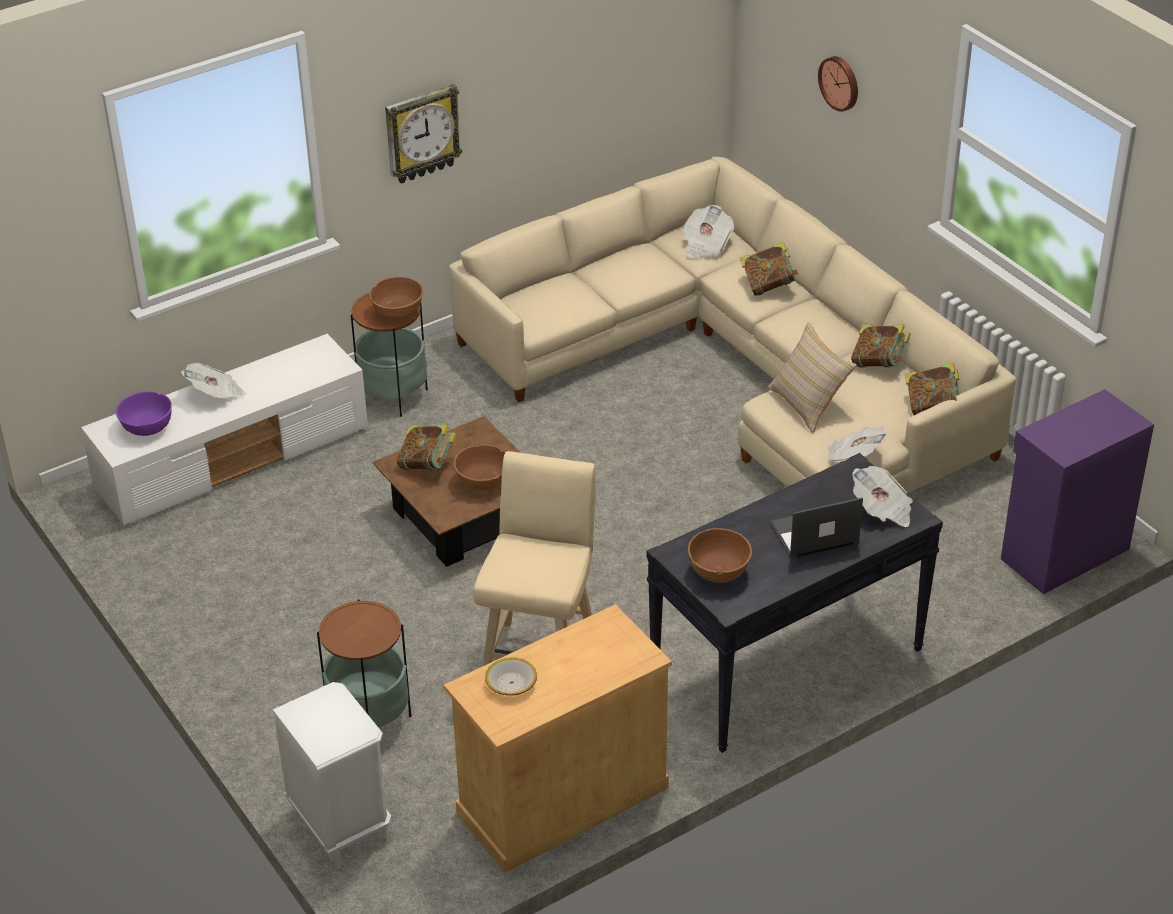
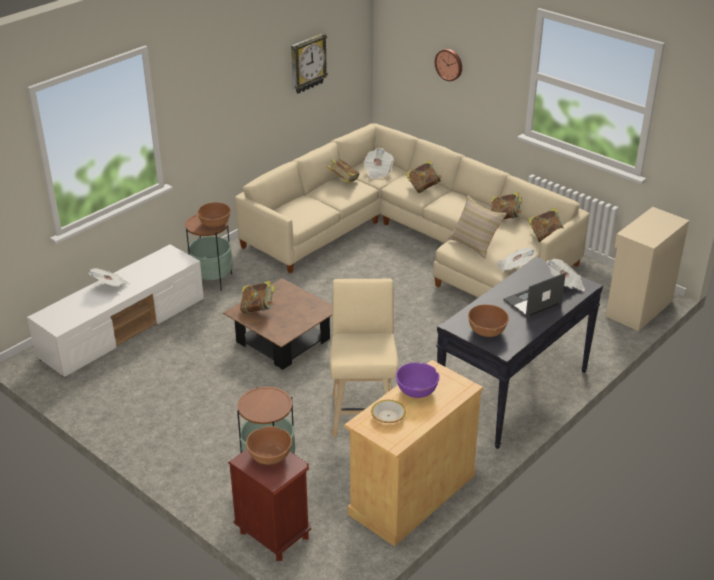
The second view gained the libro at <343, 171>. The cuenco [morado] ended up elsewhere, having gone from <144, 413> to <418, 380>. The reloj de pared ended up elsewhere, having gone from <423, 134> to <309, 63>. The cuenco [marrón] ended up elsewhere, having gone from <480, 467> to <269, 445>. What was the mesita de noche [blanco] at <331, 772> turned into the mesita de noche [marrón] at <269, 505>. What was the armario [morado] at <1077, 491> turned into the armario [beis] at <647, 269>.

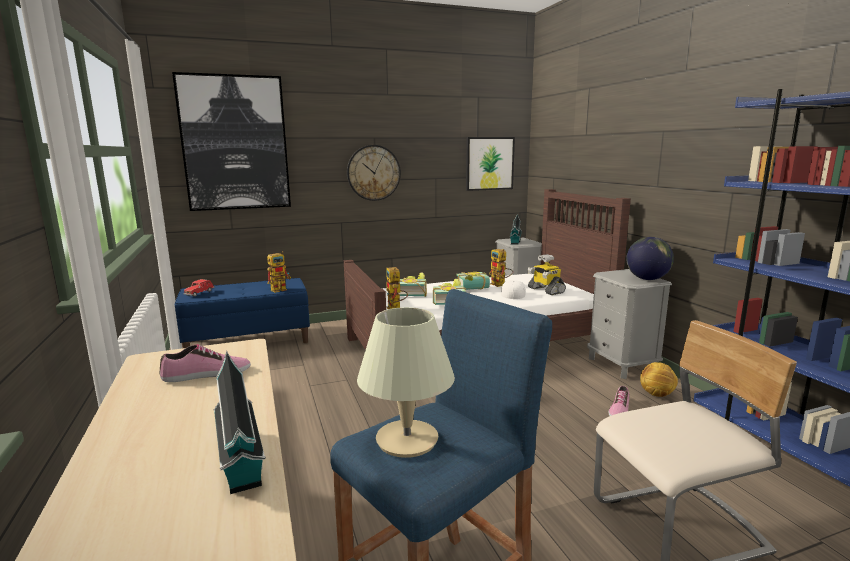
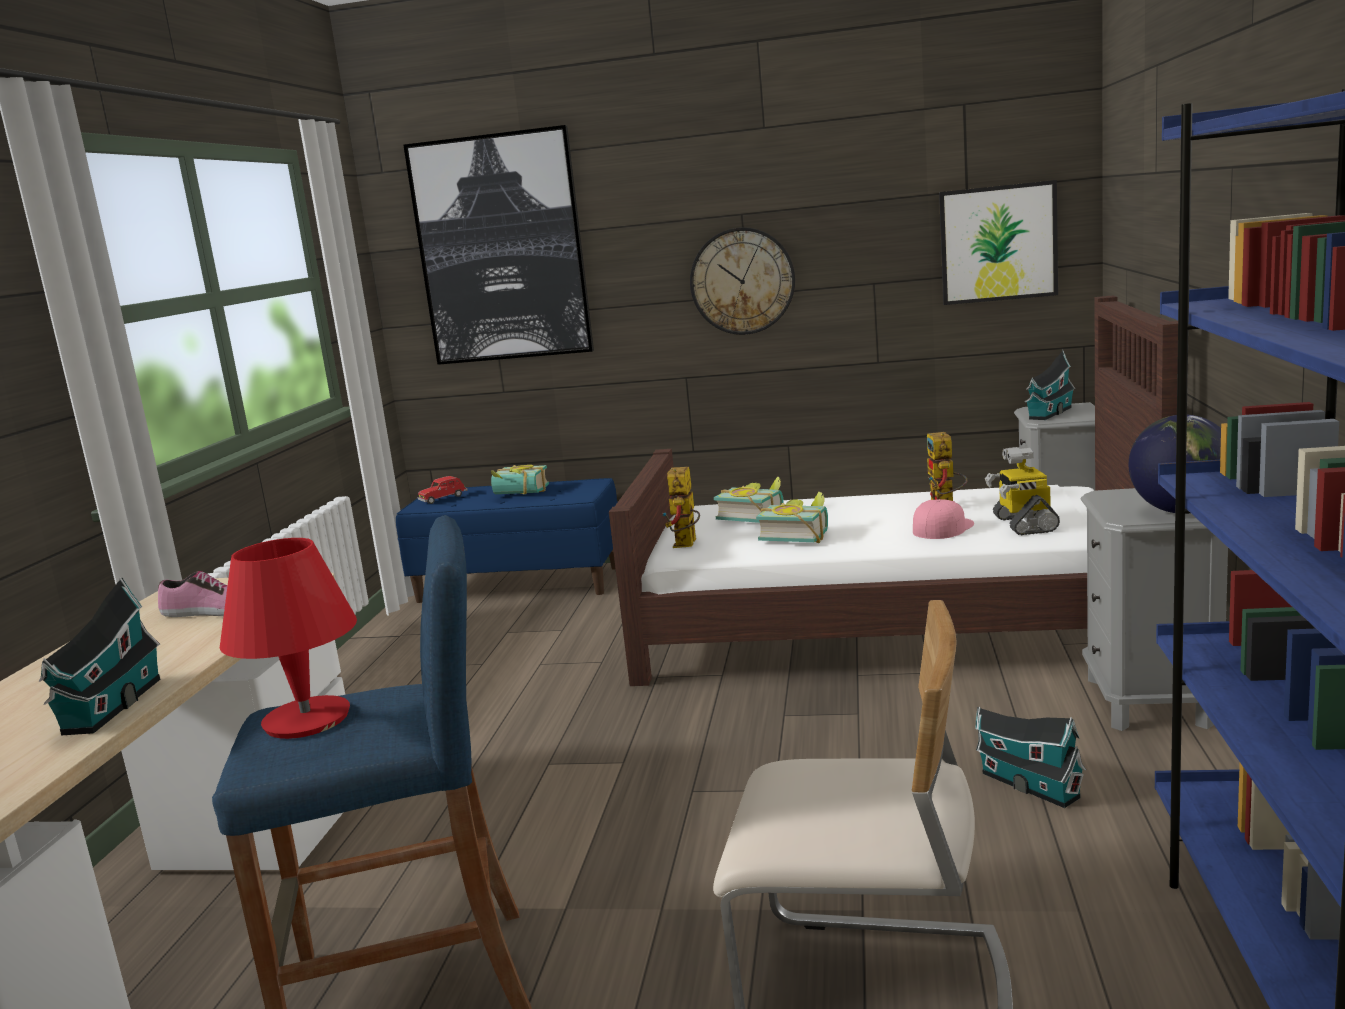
The second view lost the robot de juguete at <279, 272>. The second view lost the balón de fútbol at <659, 379>. The libro ended up elsewhere, having gone from <473, 281> to <520, 480>. Where the zapato stood at <618, 400>, the casita came to stand at <1031, 757>. What was the lámpara de mesa [beis] at <406, 382> turned into the lámpara de mesa [rojo] at <288, 638>. What was the gorra [blanco] at <513, 289> turned into the gorra [rosa] at <943, 519>.

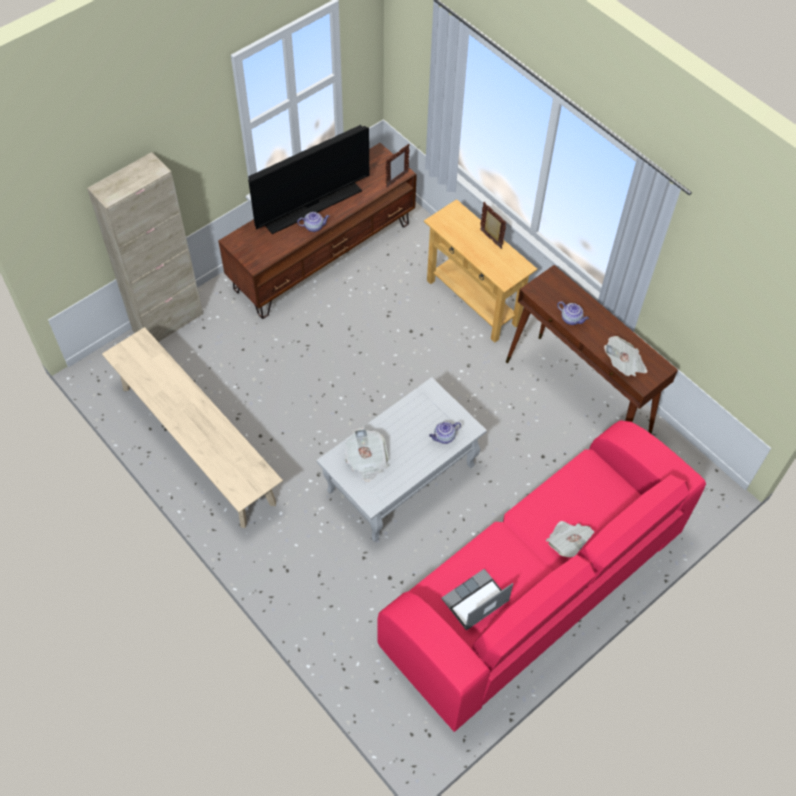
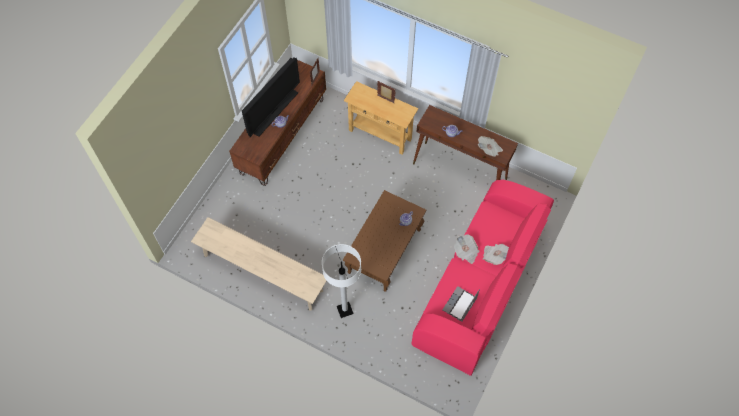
The second view lost the armario [beis] at <145, 247>. The second view gained the lámpara de pie [blanco] at <341, 281>. The periódico ended up elsewhere, having gone from <367, 455> to <466, 249>. What was the mesa de centro [blanco] at <402, 459> turned into the mesa de centro [marrón] at <384, 241>.

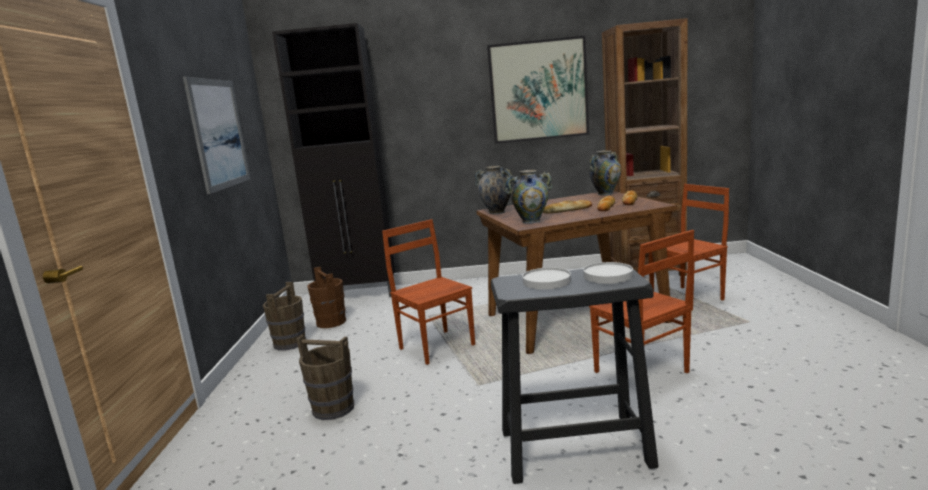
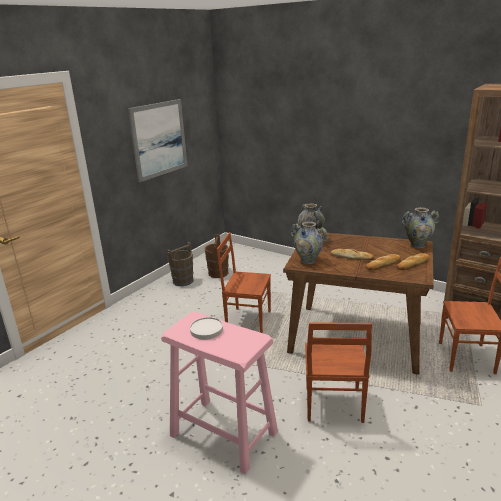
The second view lost the armario [negro] at <333, 160>. The second view lost the cubo [marrón] at <325, 377>. The second view lost the cuadro at <538, 90>. The second view lost the plato [blanco] at <608, 273>. What was the taburete [negro] at <575, 376> turned into the taburete [rosa] at <219, 393>. The silla [marrón] at <428, 292> ended up facing another way, 75 degrees counterclockwise from before.

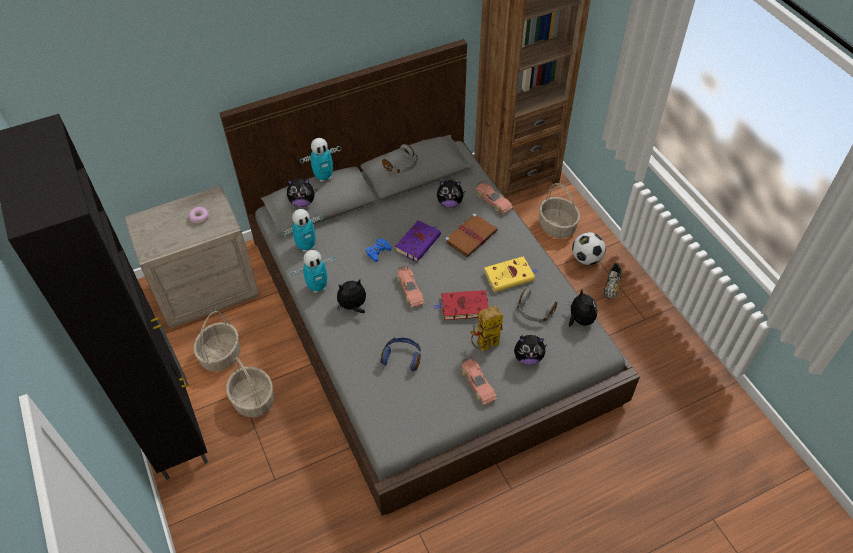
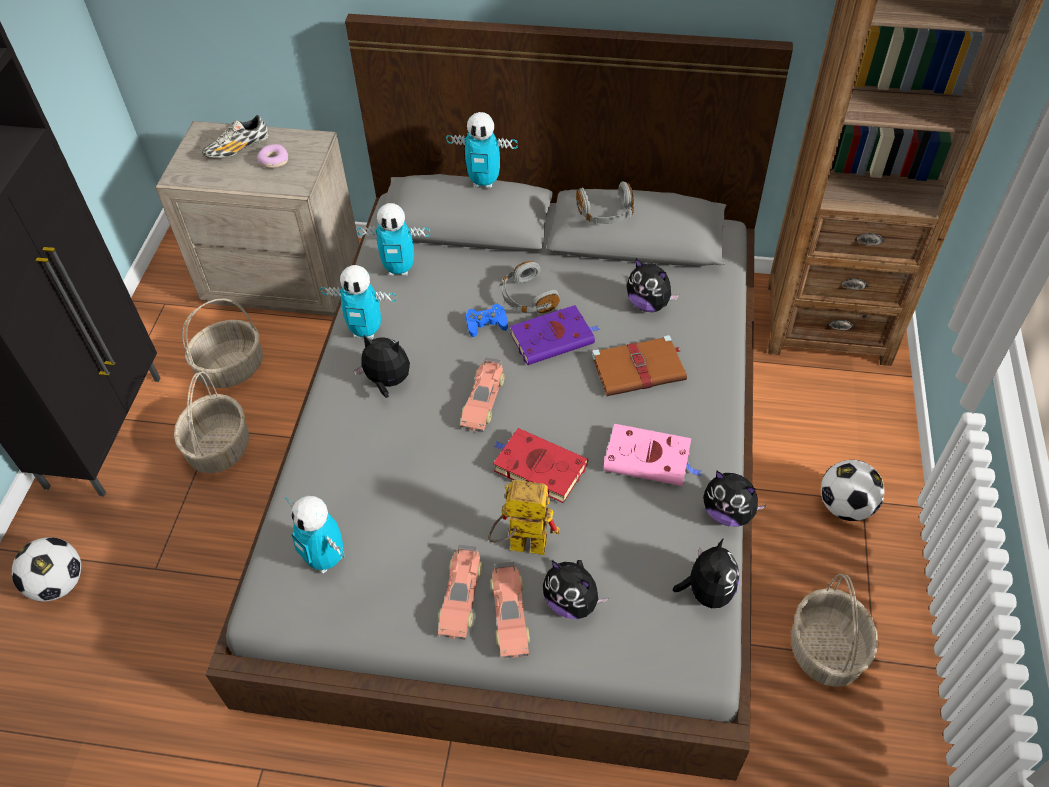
The second view lost the auriculares [azul] at <401, 354>. The second view gained the balón de fútbol at <46, 569>. The second view gained the robot de juguete at <315, 534>. The peluche ended up elsewhere, having gone from <302, 192> to <734, 498>. The coche de juguete ended up elsewhere, having gone from <494, 198> to <510, 610>. The auriculares [gris] ended up elsewhere, having gone from <537, 306> to <529, 287>. The cesta ended up elsewhere, having gone from <559, 210> to <834, 630>. The zapato ended up elsewhere, having gone from <613, 281> to <235, 136>. What was the libro [amarillo] at <511, 274> turned into the libro [rosa] at <653, 455>.

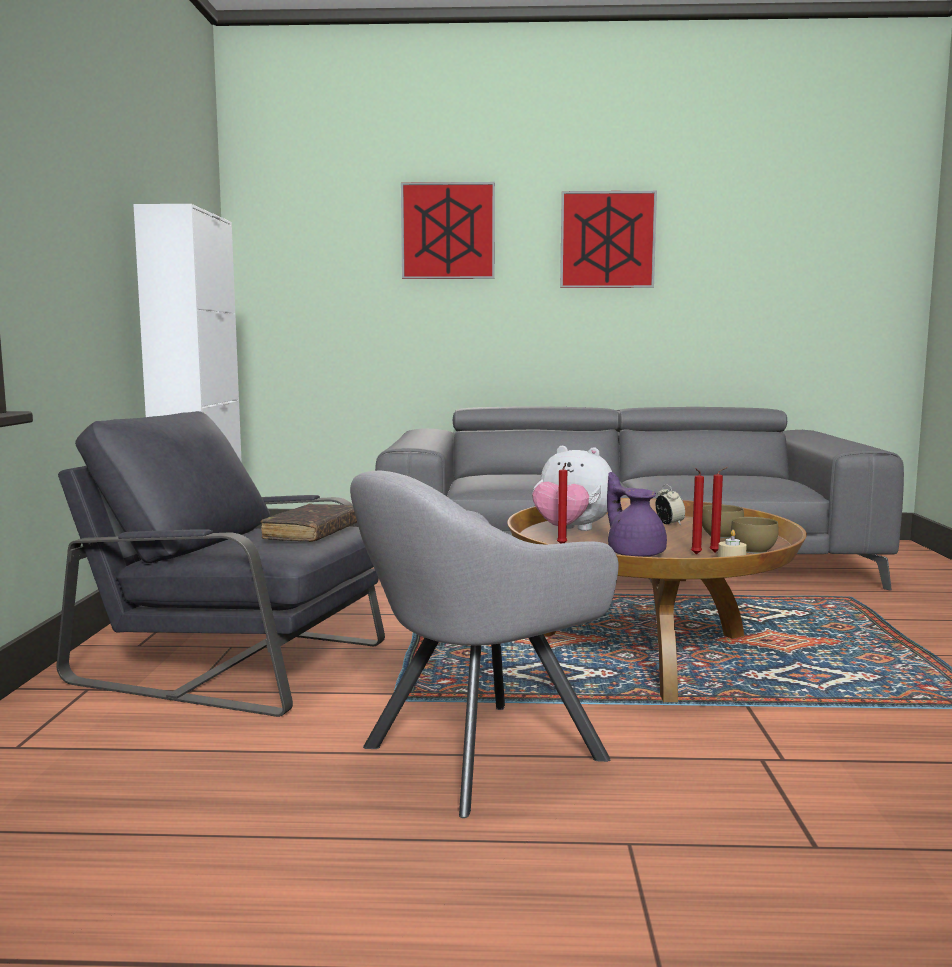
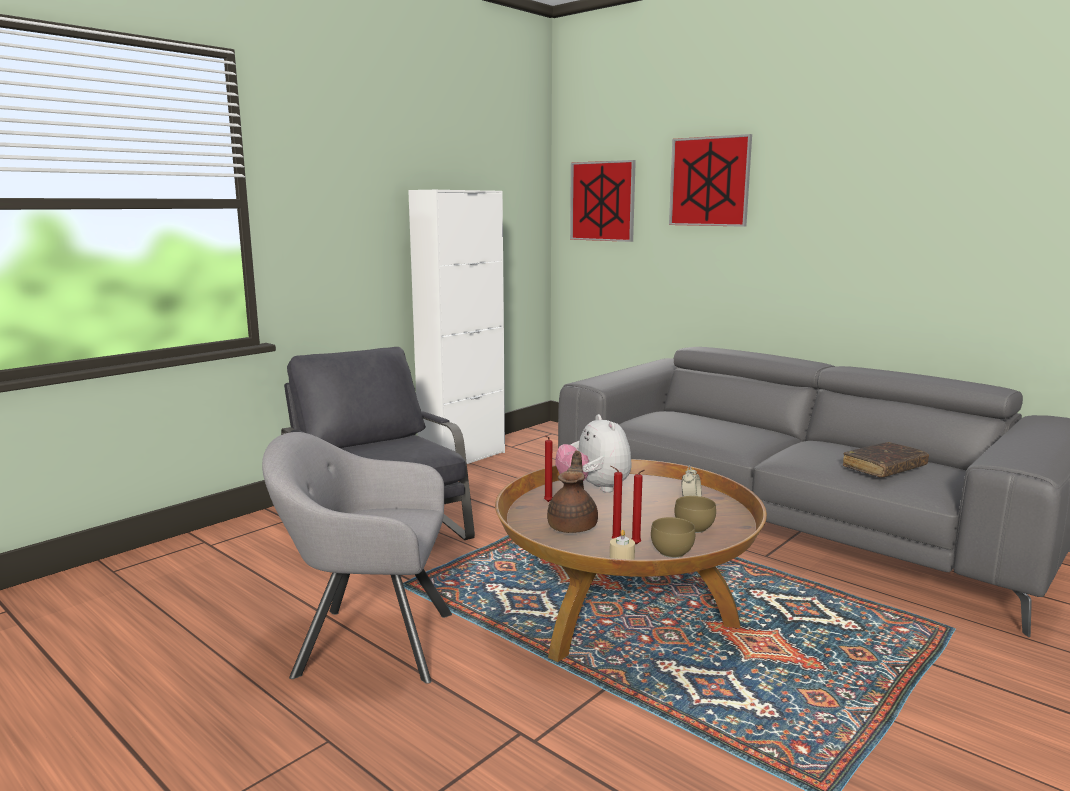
The libro [marrón] ended up elsewhere, having gone from <309, 522> to <886, 459>. The cuadro ended up elsewhere, having gone from <608, 239> to <603, 201>. What was the tetera [morado] at <637, 514> turned into the tetera [marrón] at <572, 492>.

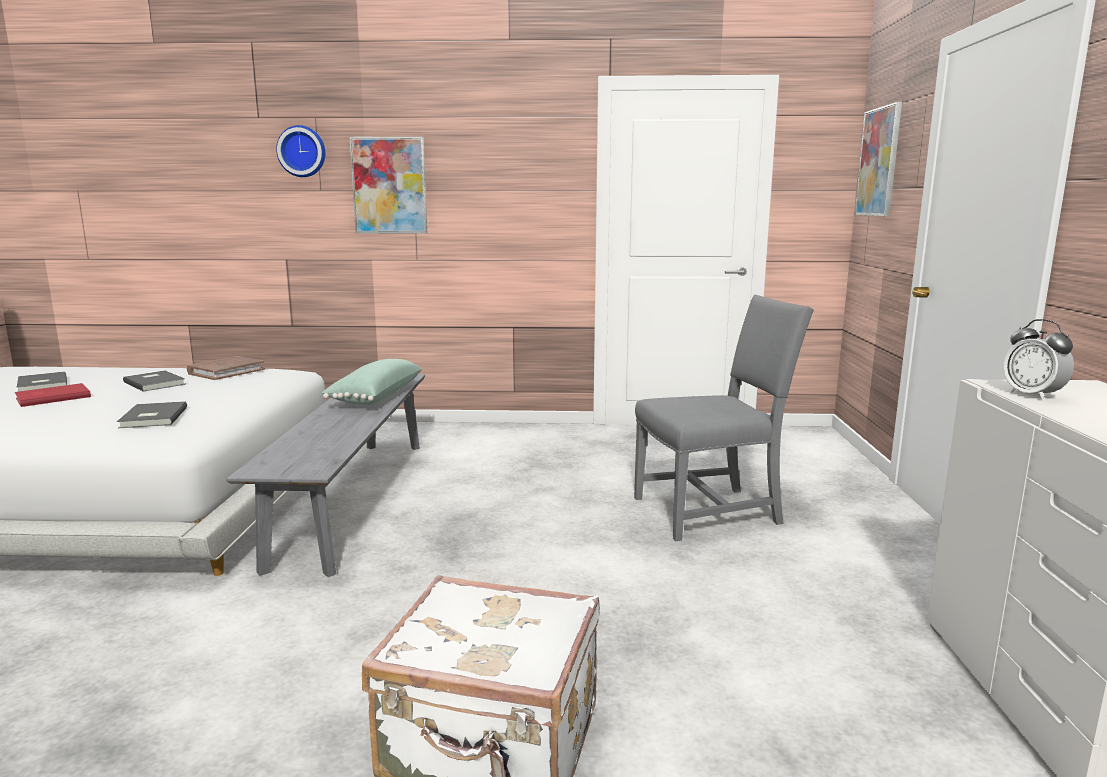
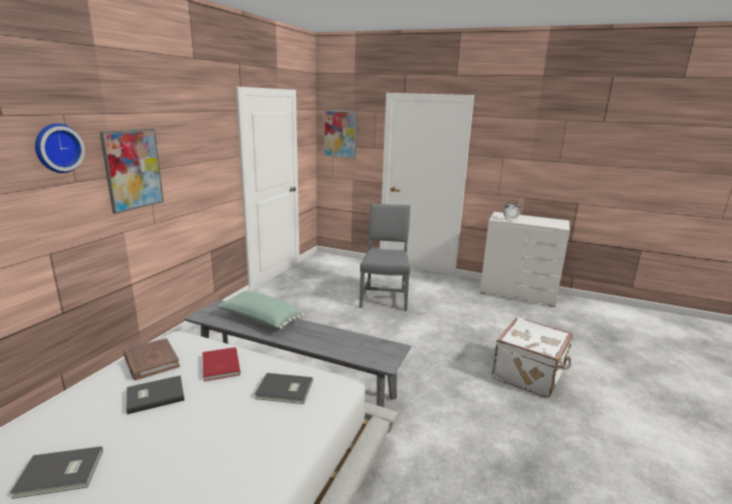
The libro [rojo] ended up elsewhere, having gone from <53, 395> to <221, 364>.

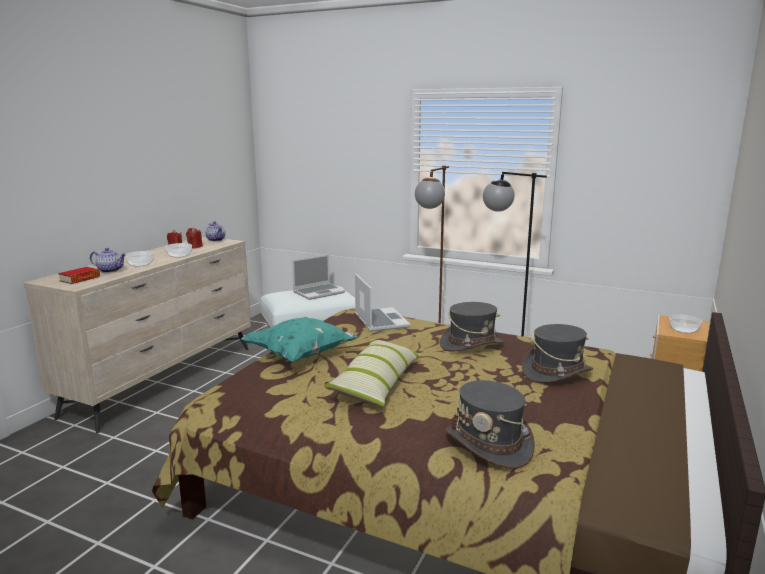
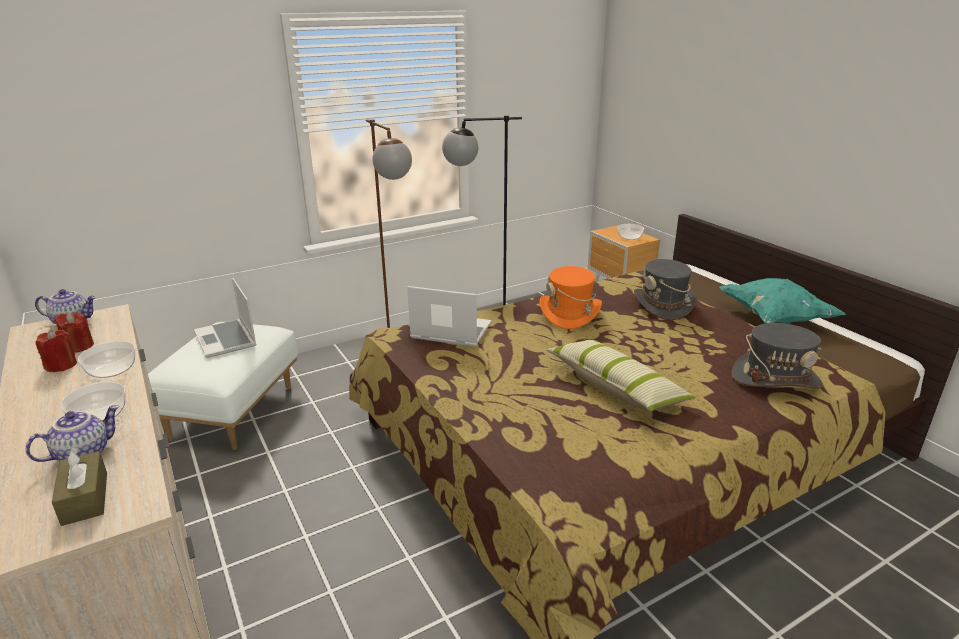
The cojín [turquesa] ended up elsewhere, having gone from <299, 339> to <782, 301>. Where the libro stood at <79, 275>, the caja de pañuelos [marrón] came to stand at <79, 487>. What was the sombrero [gris] at <472, 327> turned into the sombrero [naranja] at <571, 297>. The portátil at <318, 277> ended up facing another way, 150 degrees clockwise from before.

